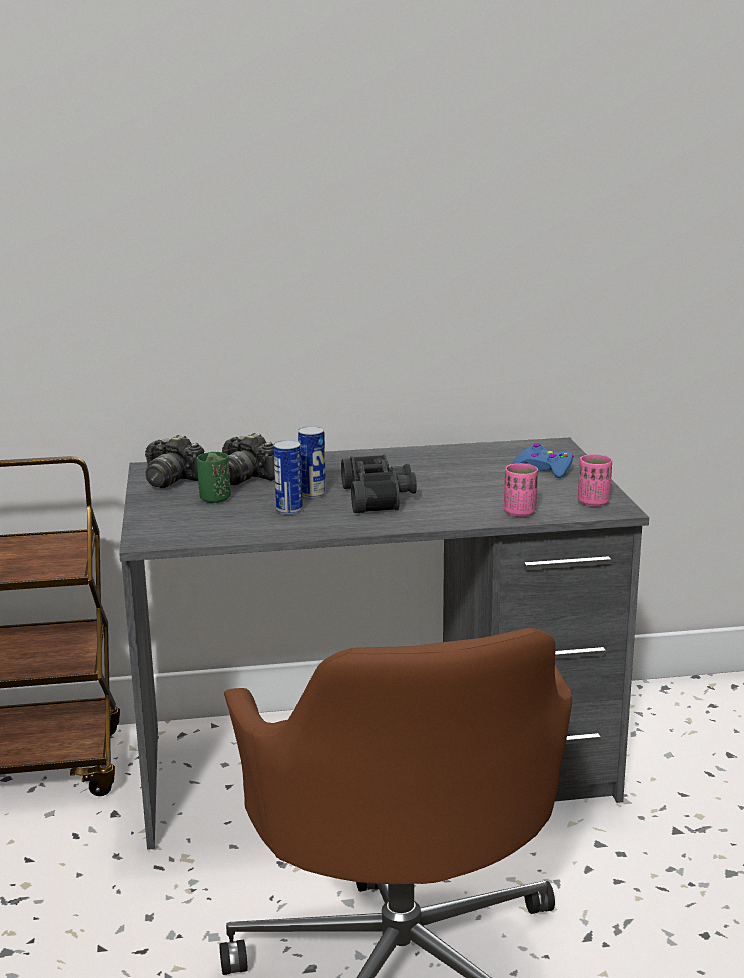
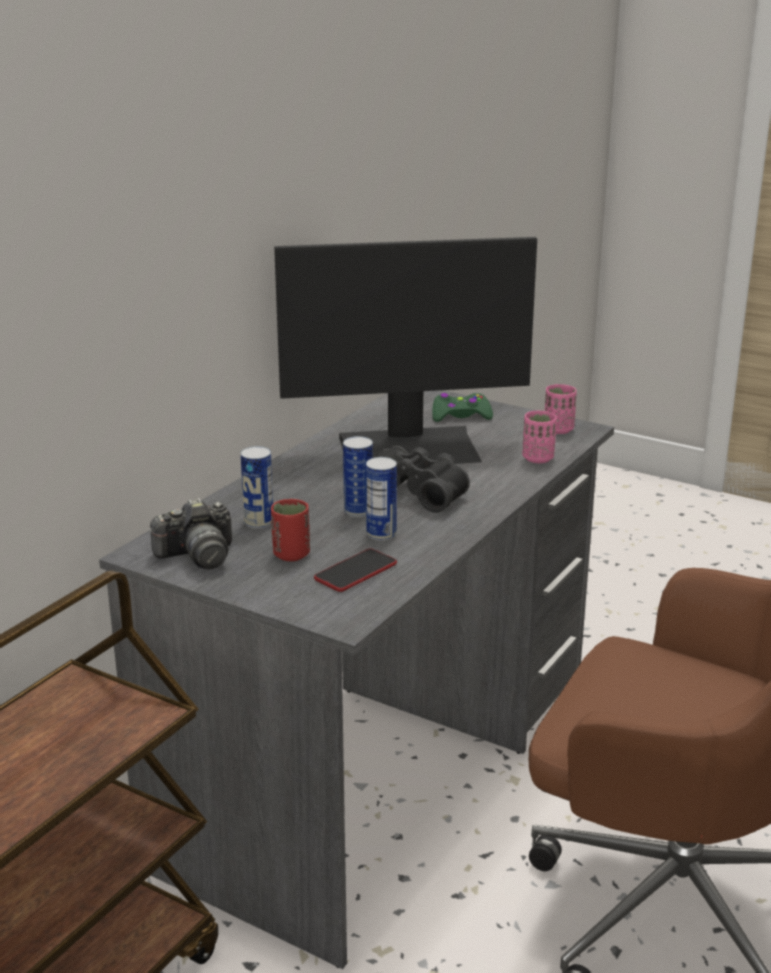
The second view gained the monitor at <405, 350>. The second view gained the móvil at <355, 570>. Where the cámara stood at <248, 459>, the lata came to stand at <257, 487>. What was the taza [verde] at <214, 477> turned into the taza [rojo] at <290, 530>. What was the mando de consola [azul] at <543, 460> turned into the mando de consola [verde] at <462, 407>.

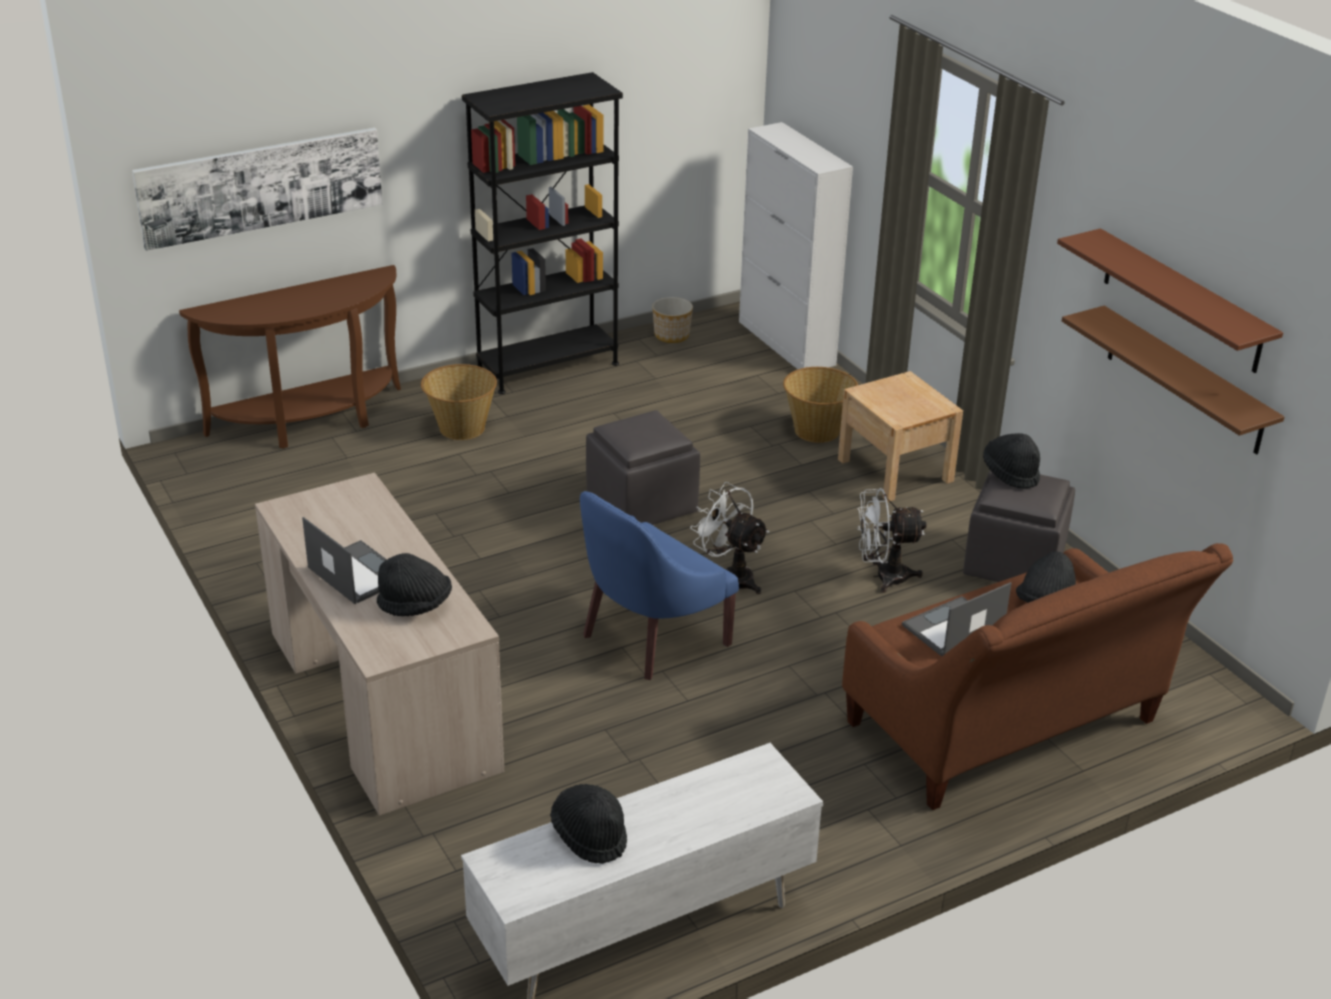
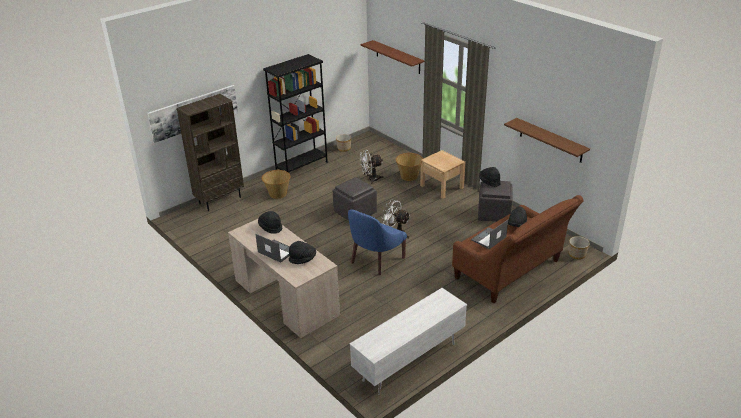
The second view lost the armario [blanco] at <796, 245>. The second view gained the maceta at <579, 247>. The sombrero [negro] ended up elsewhere, having gone from <589, 824> to <270, 222>. The ventilador [blanco] ended up elsewhere, having gone from <891, 540> to <372, 167>. The estante [marrón] ended up elsewhere, having gone from <1170, 300> to <393, 57>. Where the mesa consola [marrón] stood at <290, 357>, the estantería [marrón] came to stand at <210, 152>.

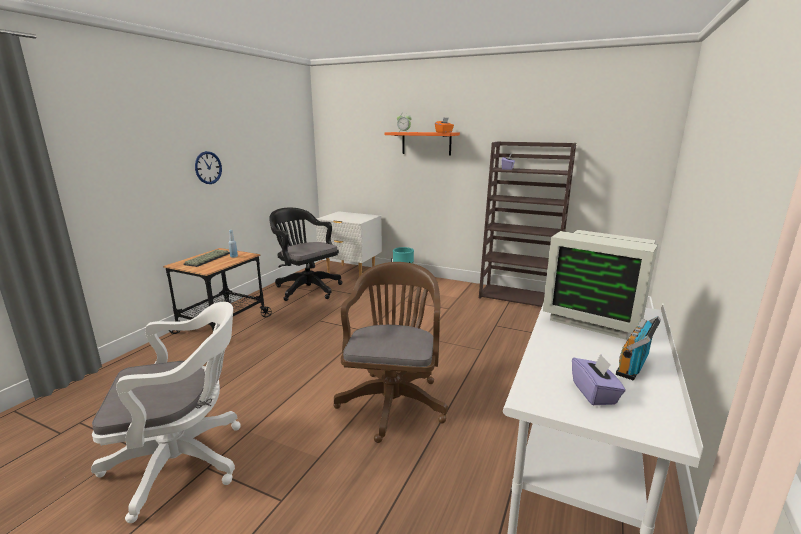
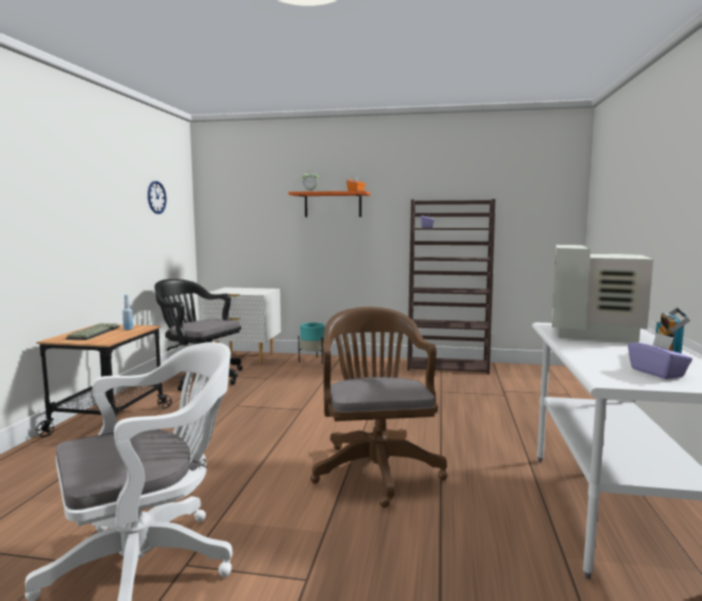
The reloj de pared ended up elsewhere, having gone from <208, 167> to <157, 197>. The monitor at <600, 285> ended up facing another way, 90 degrees clockwise from before.

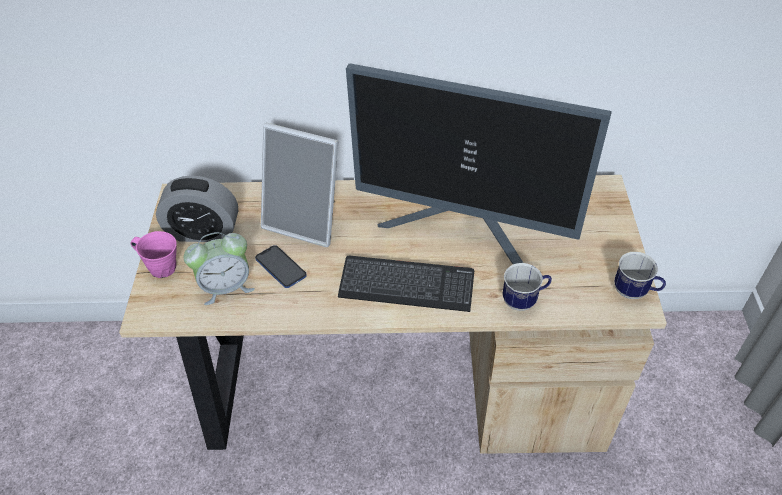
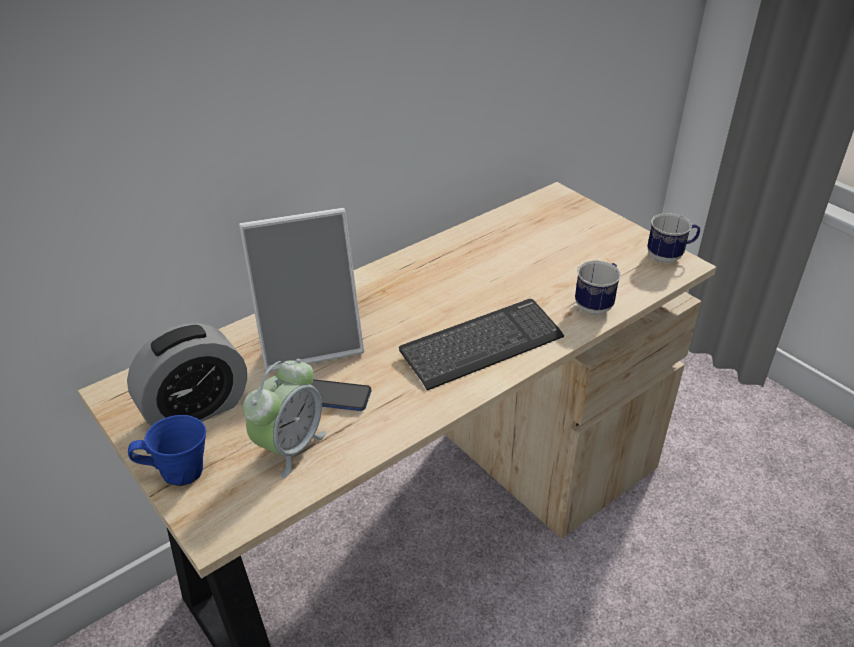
The second view lost the monitor at <479, 163>. What was the taza grande [rosa] at <153, 254> turned into the taza grande [azul] at <167, 450>.

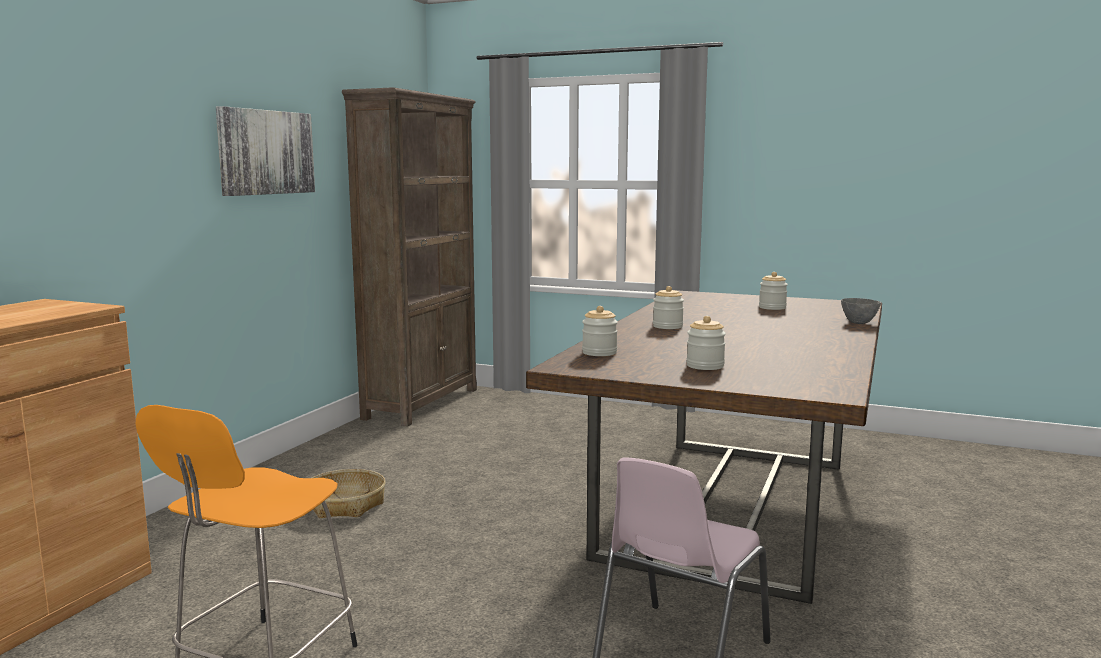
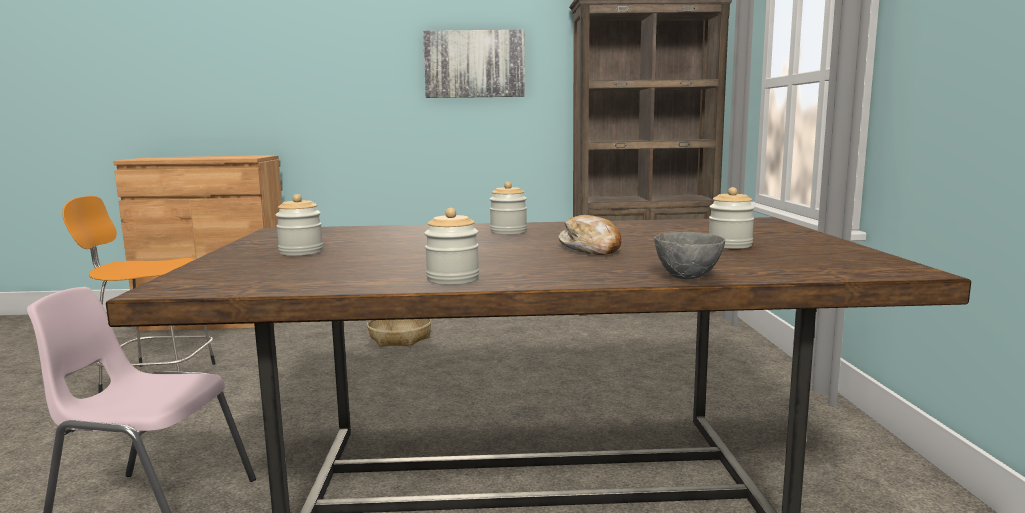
The second view gained the pan at <590, 235>. The tarro ended up elsewhere, having gone from <600, 331> to <451, 246>.

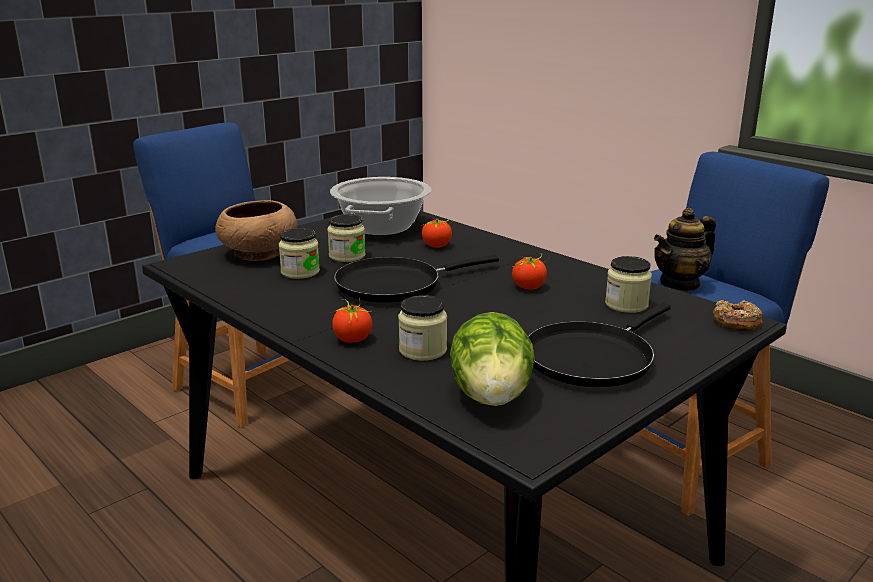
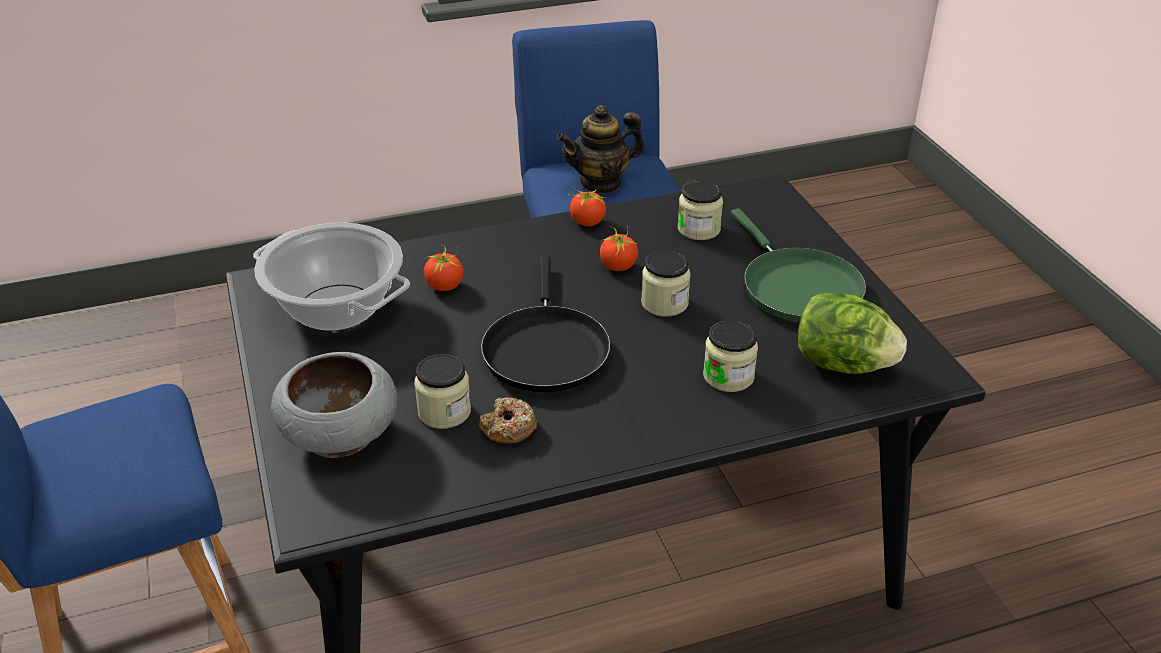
The tarro ended up elsewhere, having gone from <346, 238> to <666, 284>. The tomate ended up elsewhere, having gone from <351, 320> to <587, 206>. The rosquilla ended up elsewhere, having gone from <738, 315> to <508, 420>. What was the cuenco [marrón] at <256, 230> turned into the cuenco [gris] at <334, 405>. What was the sartén [negro] at <599, 345> turned into the sartén [verde] at <798, 265>. The tetera at <685, 249> ended up facing another way, 75 degrees clockwise from before.

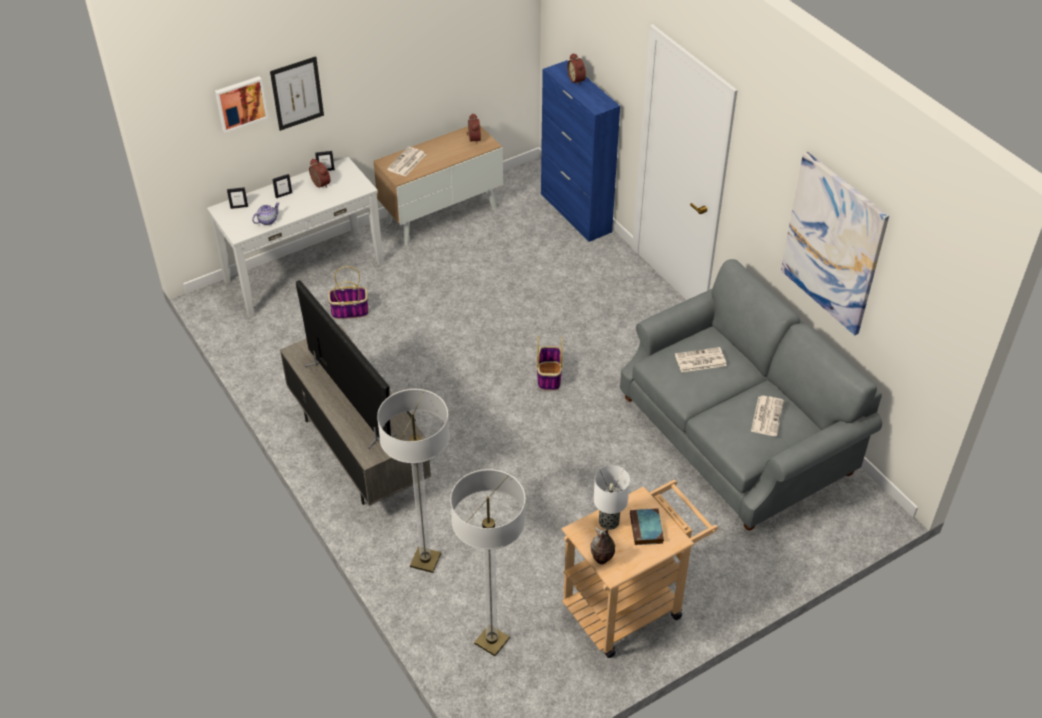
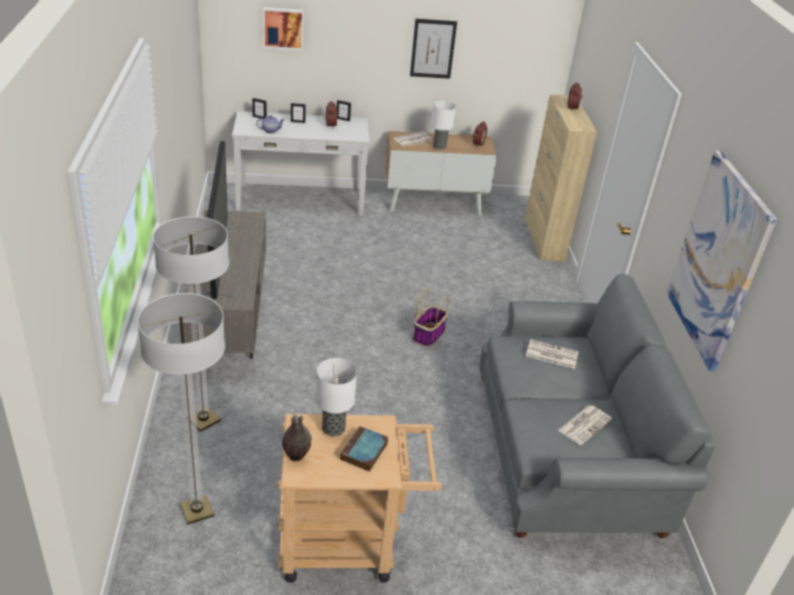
The second view lost the cesta at <348, 292>. The second view gained the lámpara de mesa at <443, 125>. The cuadro ended up elsewhere, having gone from <297, 93> to <433, 49>. What was the armario [azul] at <580, 151> turned into the armario [beis] at <561, 178>.

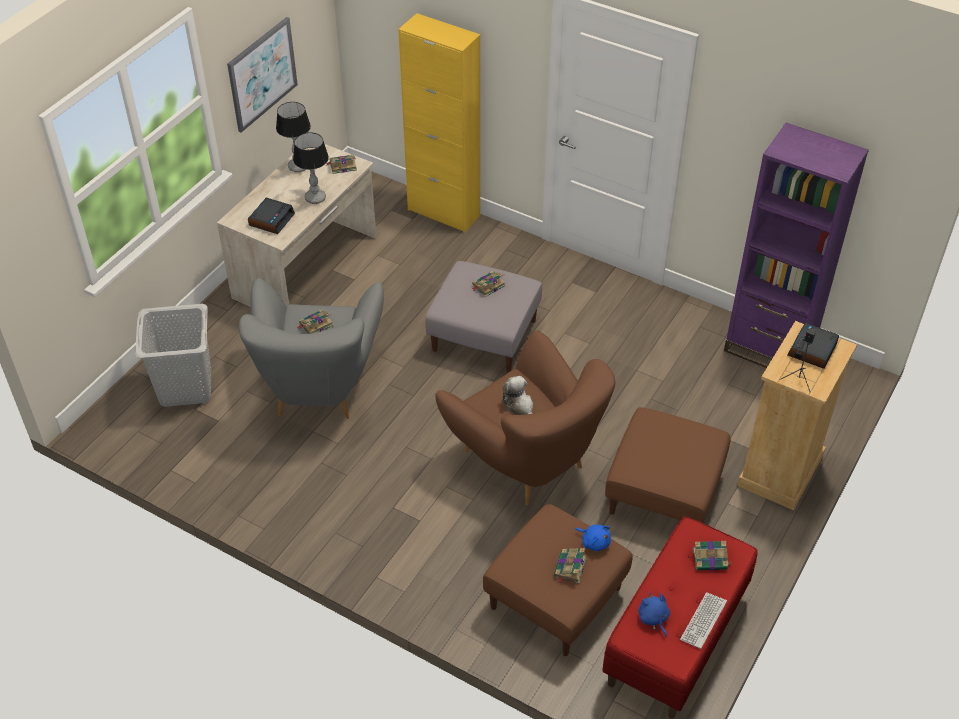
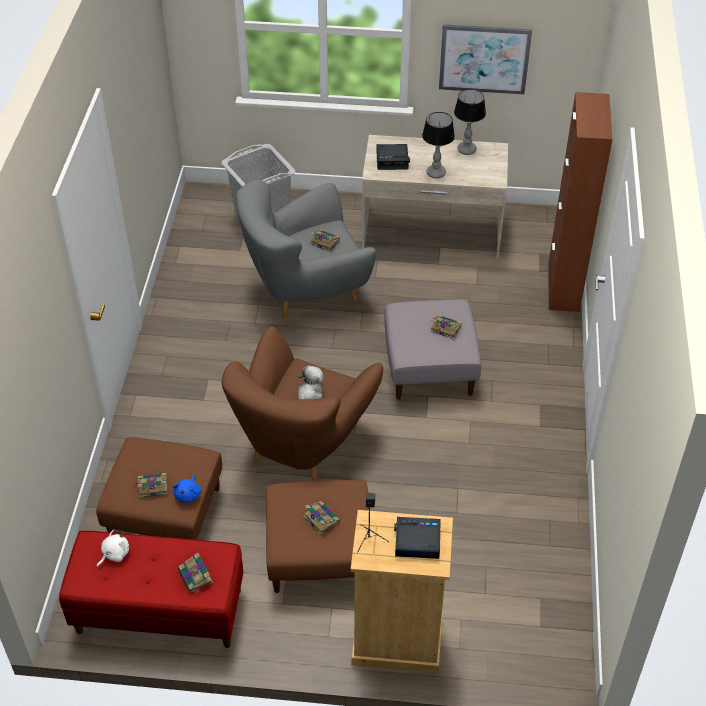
The second view lost the teclado at <703, 620>. The second view lost the estantería [morado] at <796, 245>. The libro ended up elsewhere, having gone from <341, 164> to <321, 518>. What was the armario [amarillo] at <439, 123> turned into the armario [marrón] at <580, 202>. What was the peluche [azul] at <654, 614> turned into the peluche [blanco] at <112, 548>.

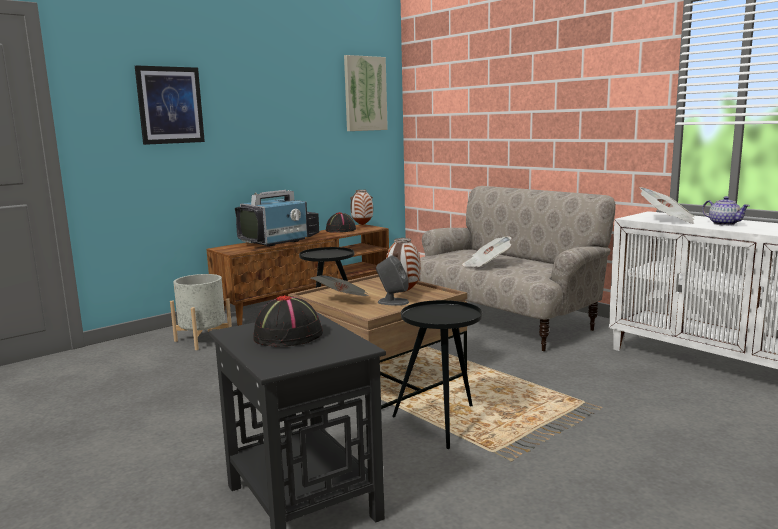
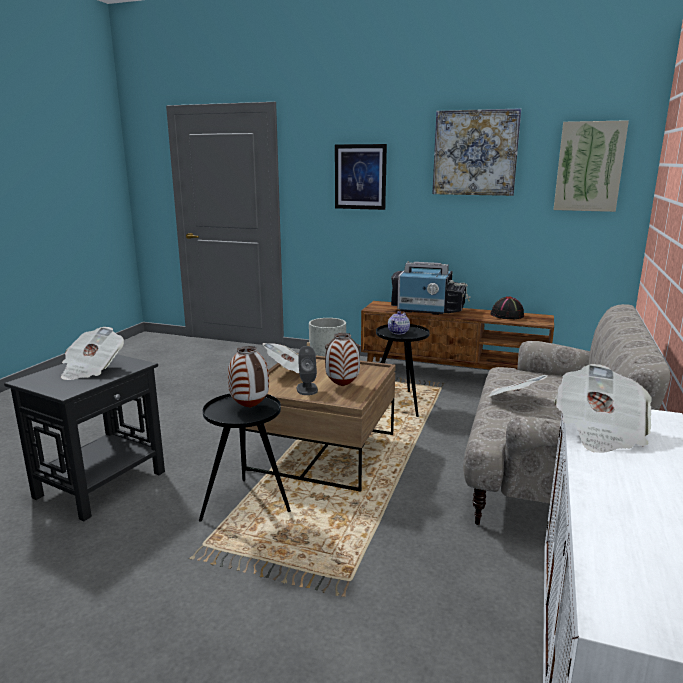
The second view gained the cuadro at <476, 152>. The florero ended up elsewhere, having gone from <361, 207> to <248, 377>. The tetera ended up elsewhere, having gone from <726, 211> to <399, 322>. Where the sombrero [negro] stood at <288, 321>, the periódico came to stand at <92, 353>.

